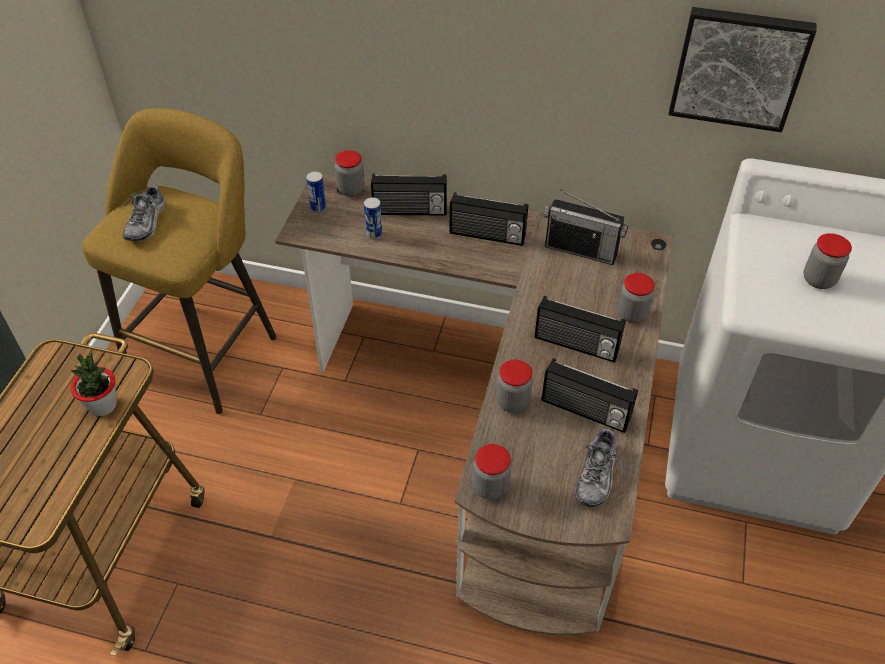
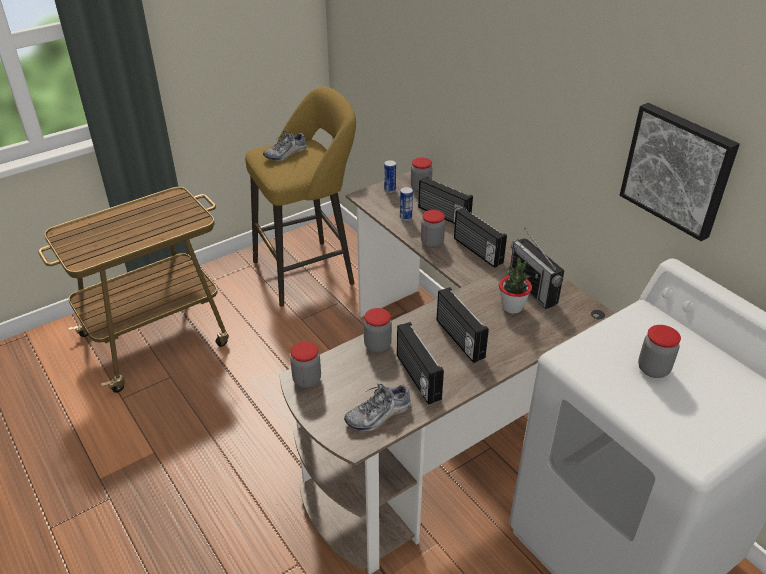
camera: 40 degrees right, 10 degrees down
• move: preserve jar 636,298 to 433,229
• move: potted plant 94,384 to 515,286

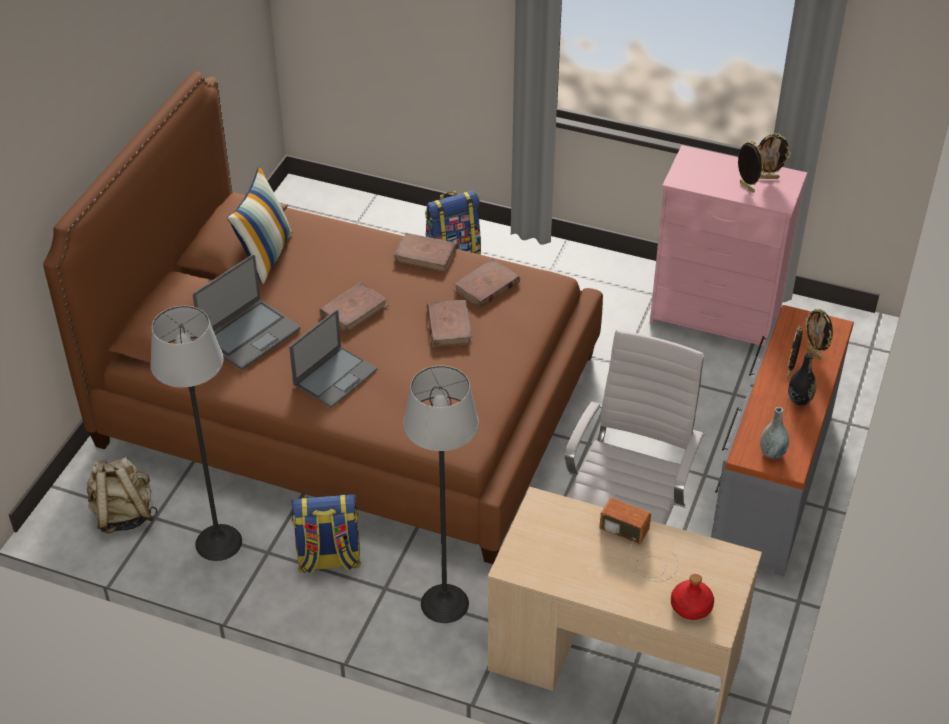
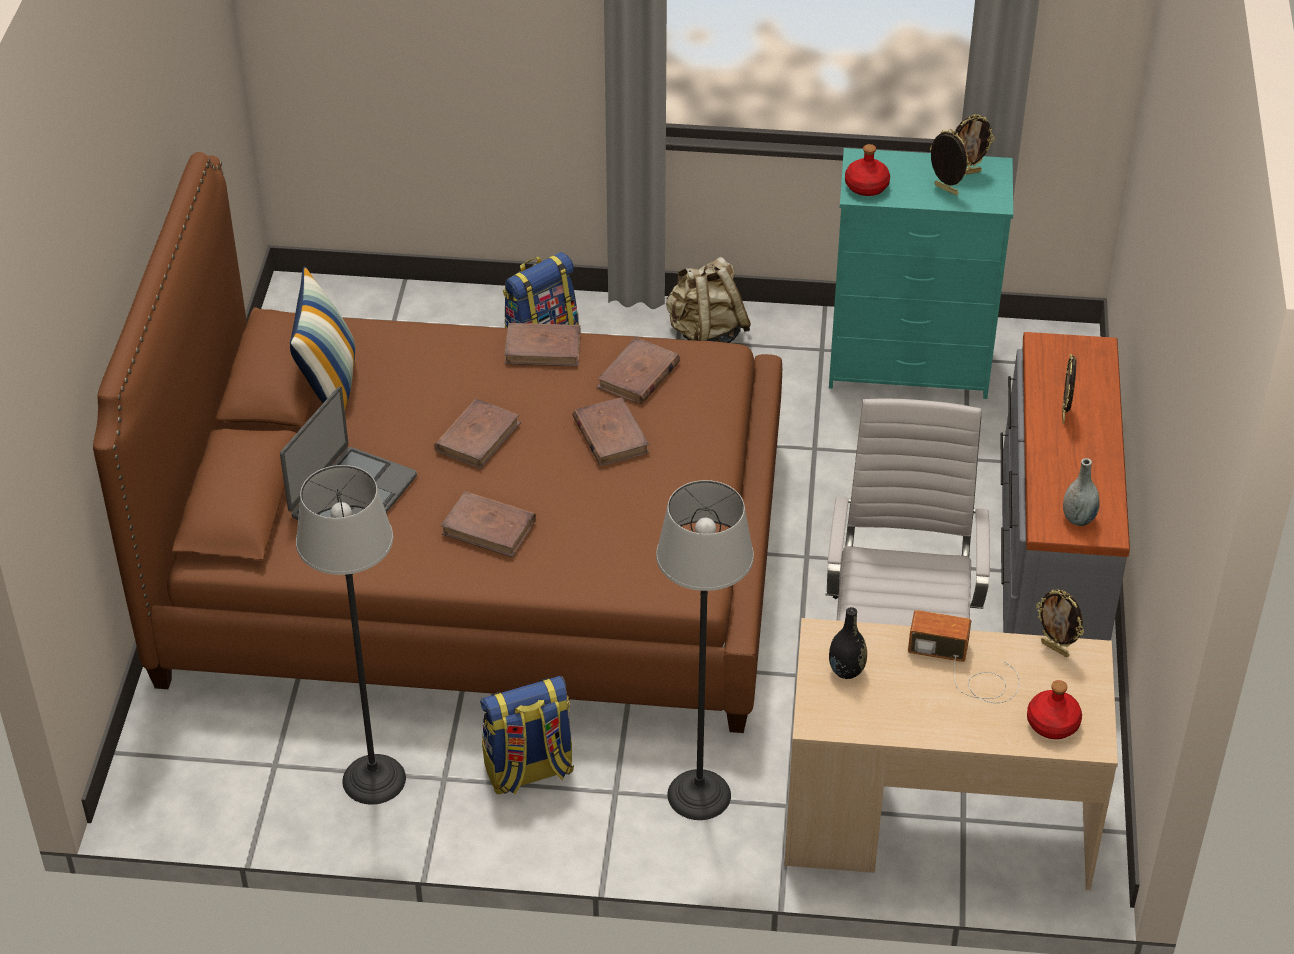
camera: 15 degrees left, 0 degrees up
• recolor: chest of drawers (pink-coloured) 728,245 to chest of drawers (blue-green) 921,273
• replace: notebook computer 333,358 to volume (brown) 488,524
• move: photo frame 819,334 to 1060,623
• move: flower vase (blackish) 802,379 to 848,643
• move: rucksack (beige) 122,495 to 708,300
• insert: drink bottle (reddish) 867,170

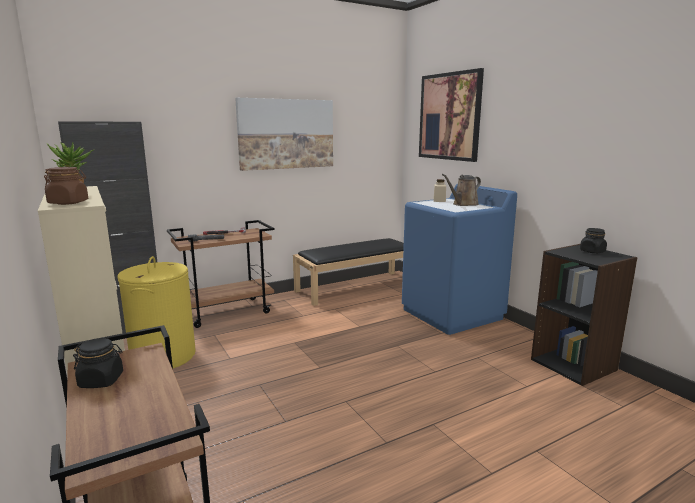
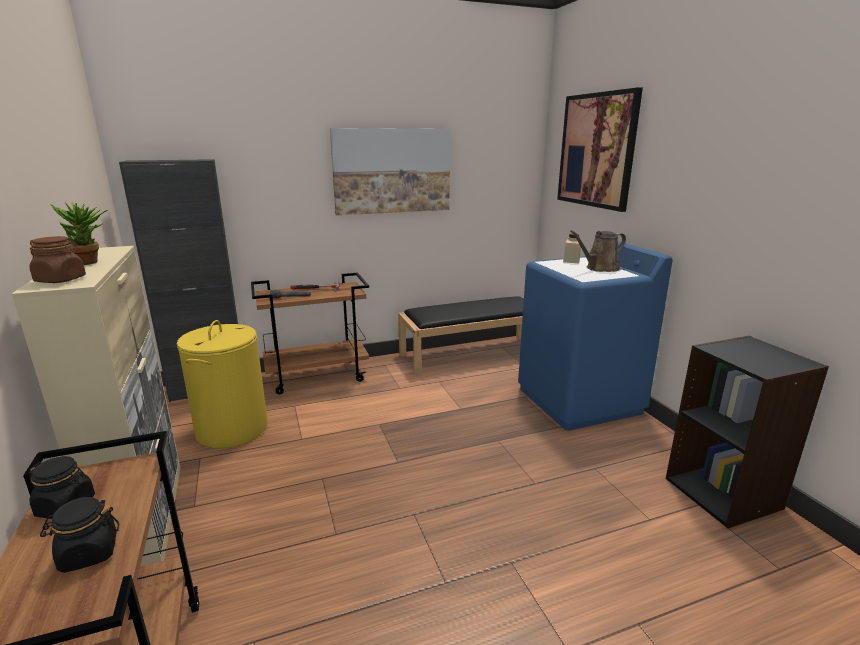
camera: 10 degrees right, 5 degrees up
• move: preserve jar (blackish) 593,240 to 80,535

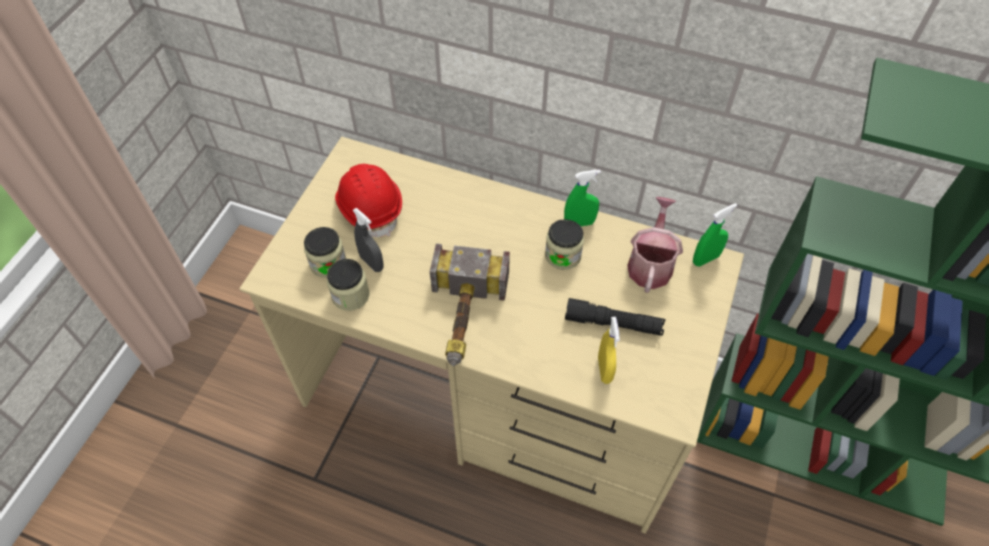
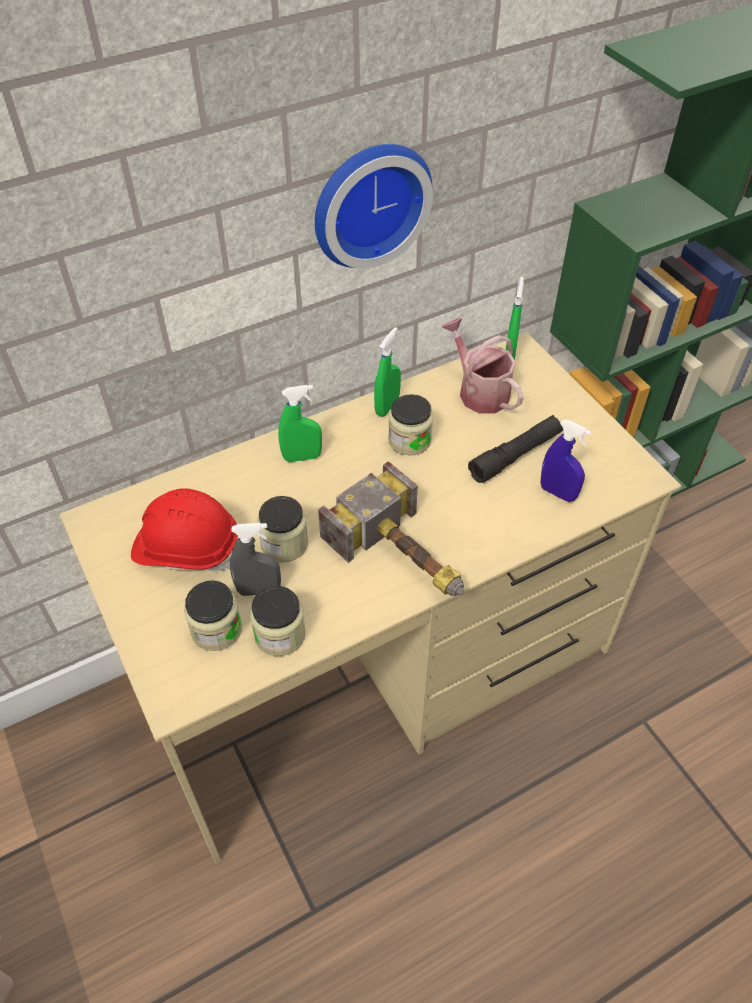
camera: 50 degrees left, 5 degrees down
• recolor: sprayer (yellowish) 609,350 to sprayer (blue) 566,461
• insert: hanging clock 374,206
• insert: sprayer (greenish) 300,423
• insert: preserve jar 282,529

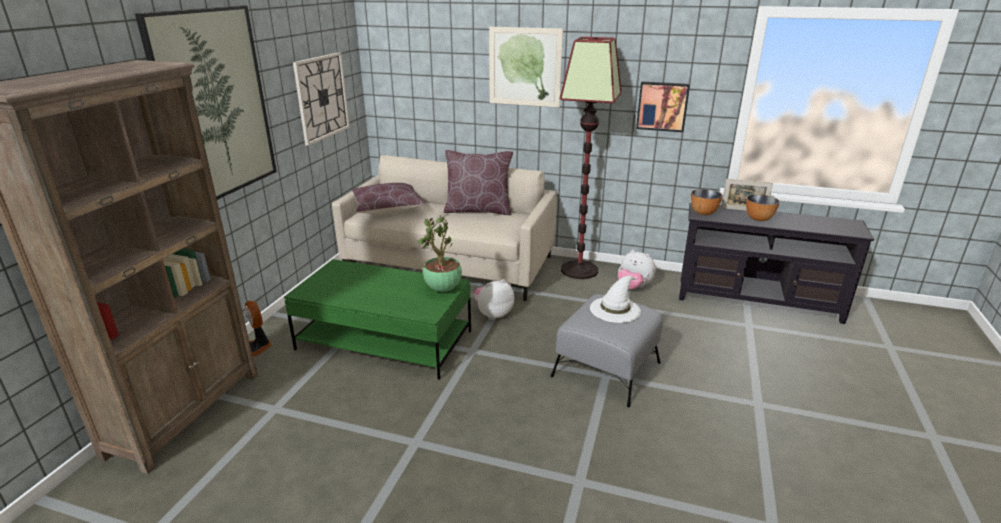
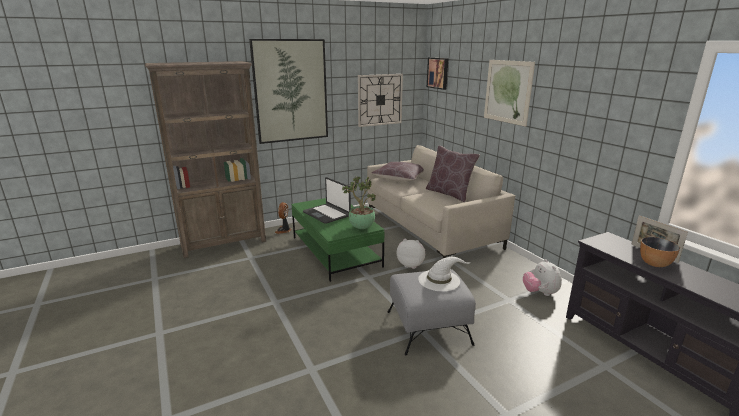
camera: 45 degrees right, 5 degrees down
• delete: standing lamp 591,158
• move: wall art 663,106 to 437,73
• delete: deep dish 706,202
• insert: notebook computer 327,200

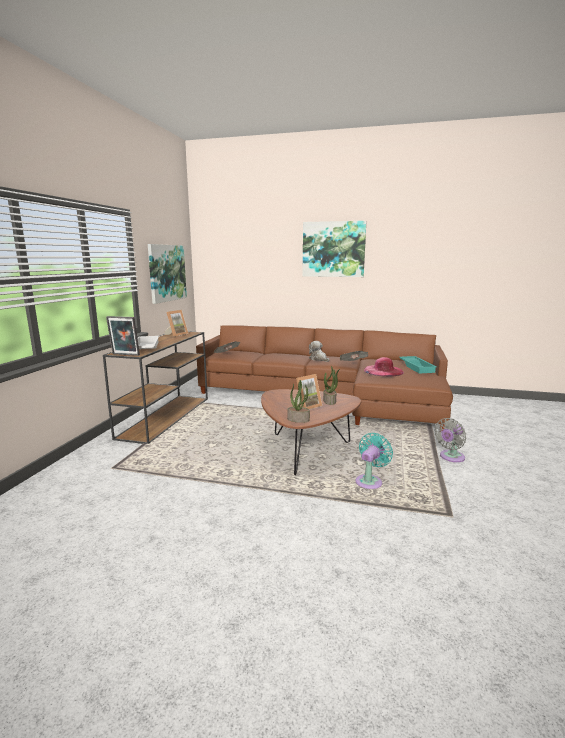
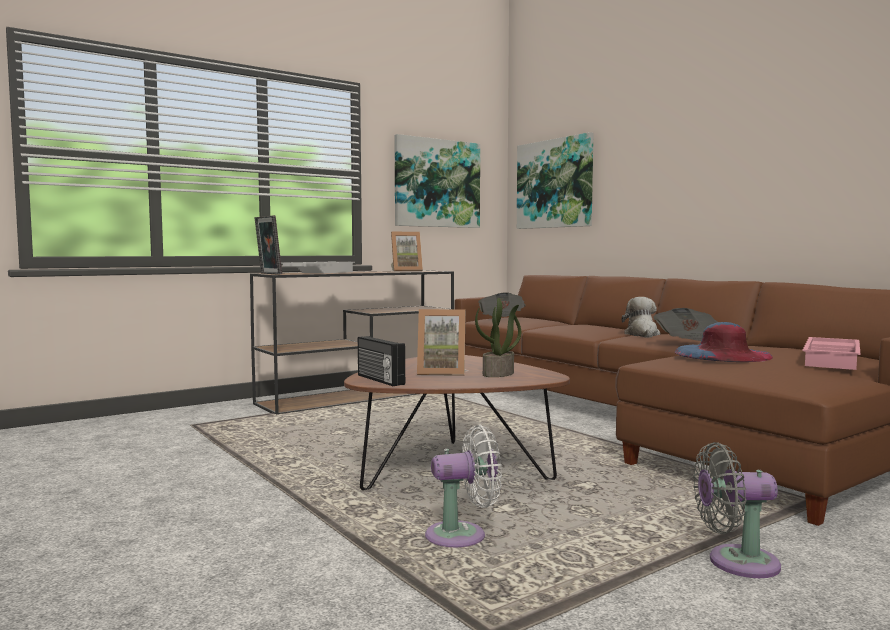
camera: 40 degrees right, 10 degrees down
• move: wall art 334,249 to 555,180
• recolor: carrying tray (blue-green) 418,365 to carrying tray (pink-coloured) 831,353
• recolor: clothing hat (pink-coloured) 384,366 to clothing hat (blue) 724,342
• replace: potted plant 298,401 to radio receiver 381,361
• recolor: electric fan (blue-green) 374,461 to electric fan (white-coloured) 463,486

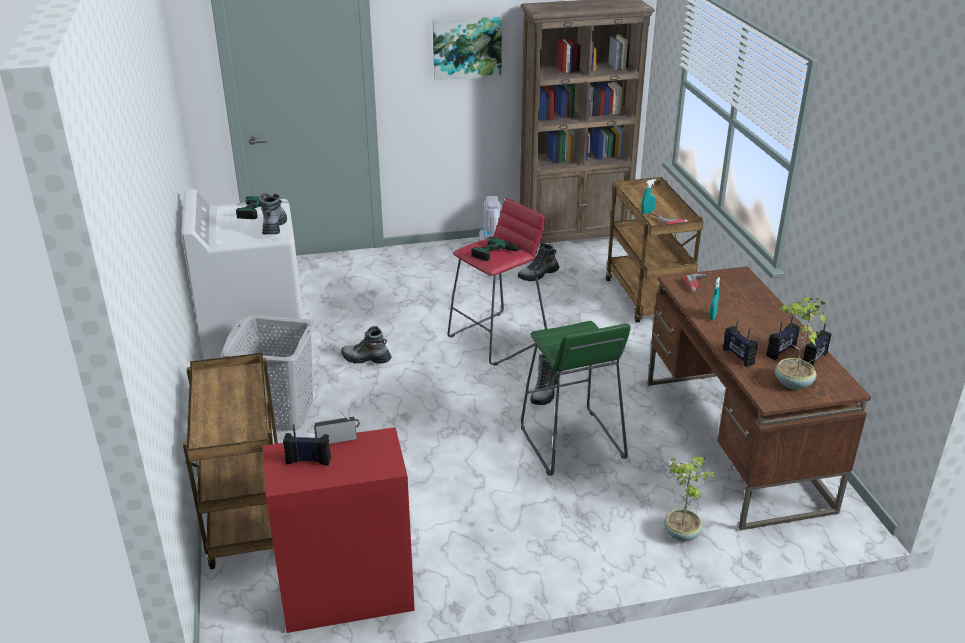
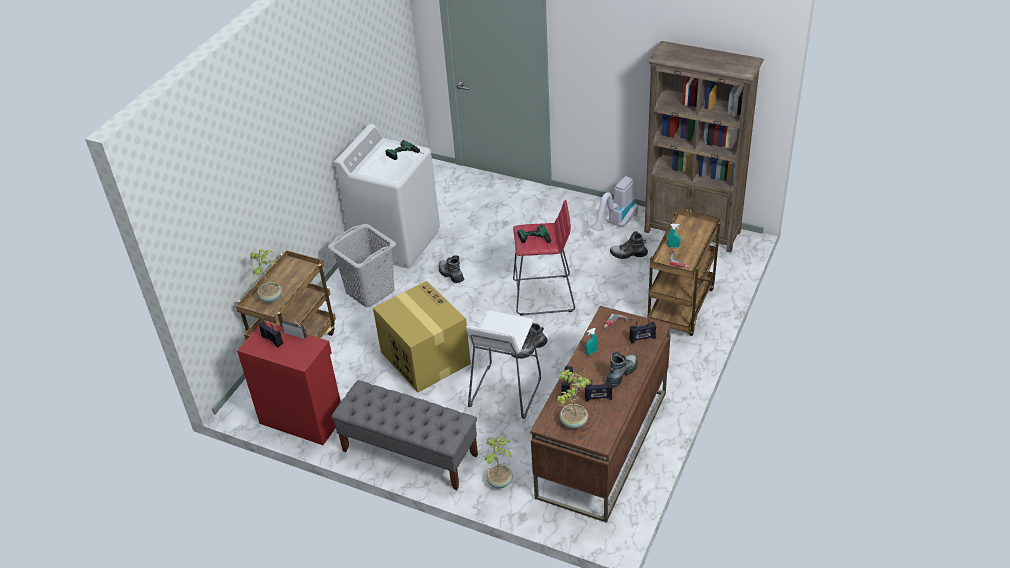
camera: 40 degrees right, 10 degrees up
• delete: wall art 467,48
• move: boot 273,213 to 622,369
• recolor: stool seat (greenish) 576,398 to stool seat (white-coloured) 503,364
• move: radio receiver 817,345 to 642,330
• insert: potted plant 266,276
• insert: packing box 422,337
• insert: long seat (gray) 404,435

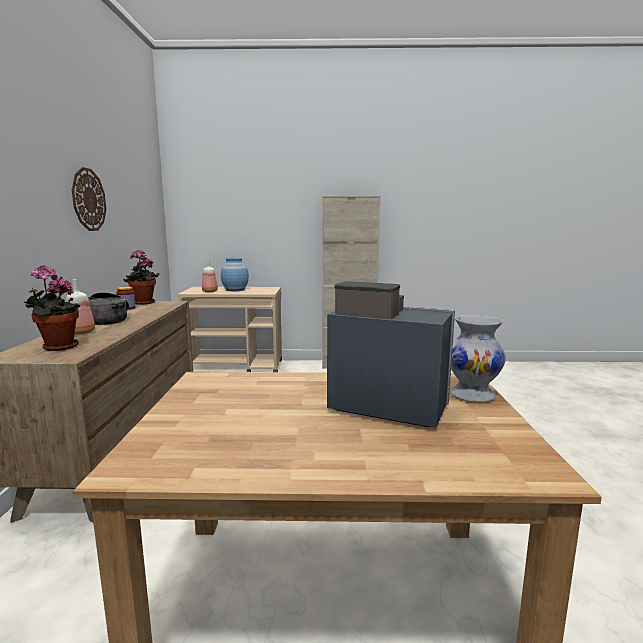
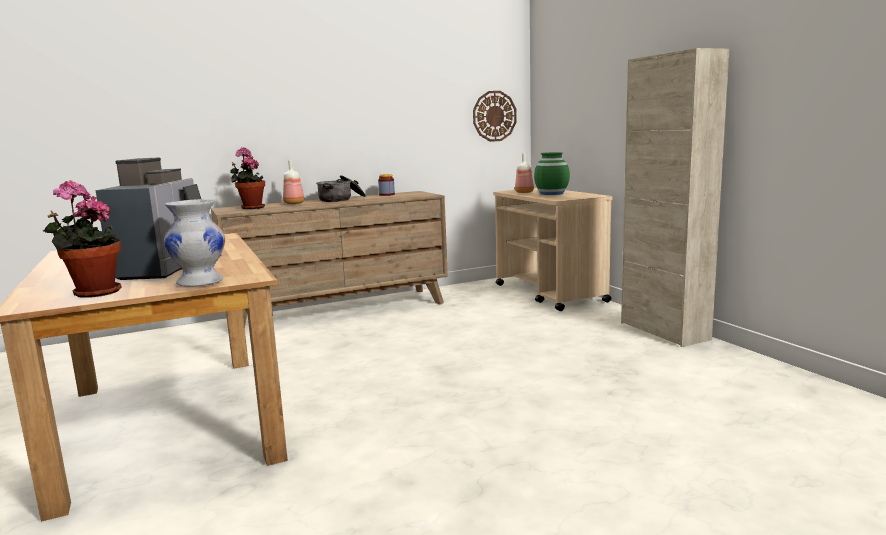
camera: 65 degrees right, 0 degrees up
• move: hanging clock 89,199 to 495,116
• move: potted plant 141,277 to 82,239
• recolor: flower vase (blue) 235,274 to flower vase (greenish) 552,173

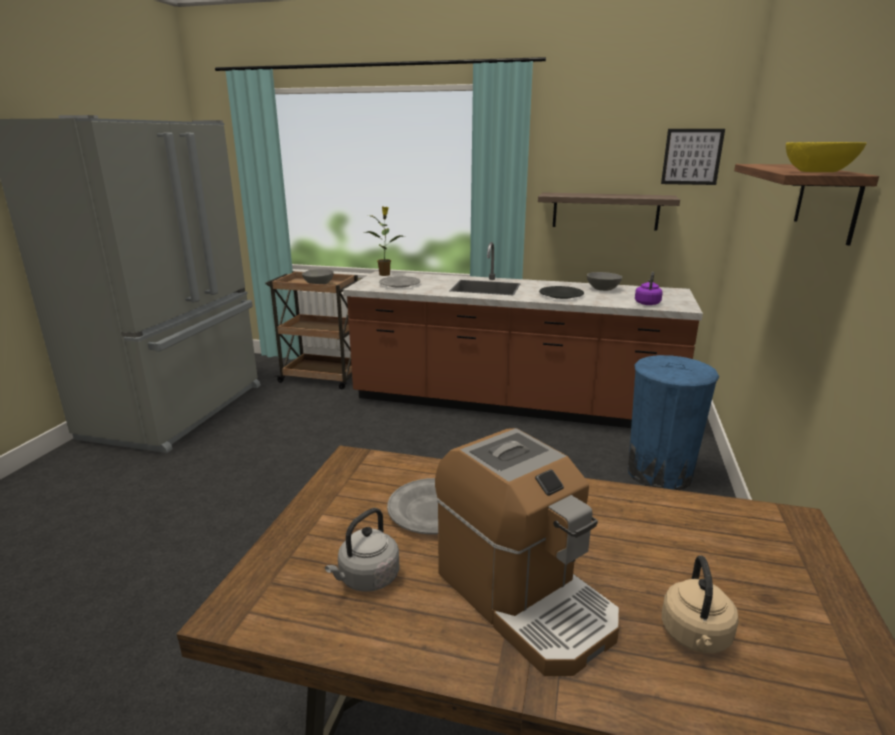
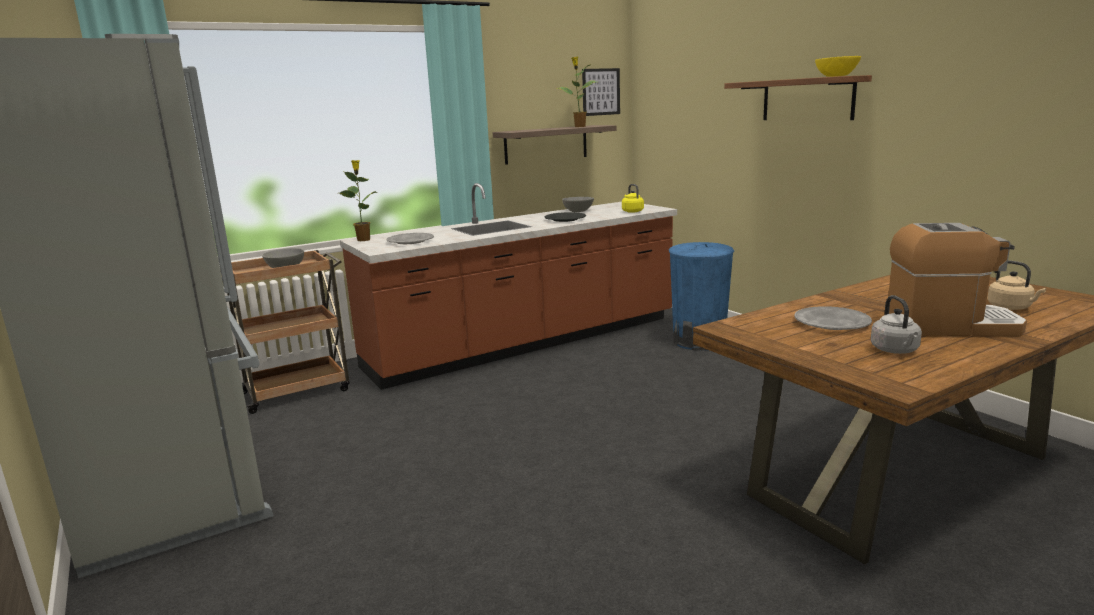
camera: 45 degrees left, 5 degrees down
• recolor: water kettle (purple-coloured) 649,288 to water kettle (yellowish) 633,198
• insert: potted plant 576,92

